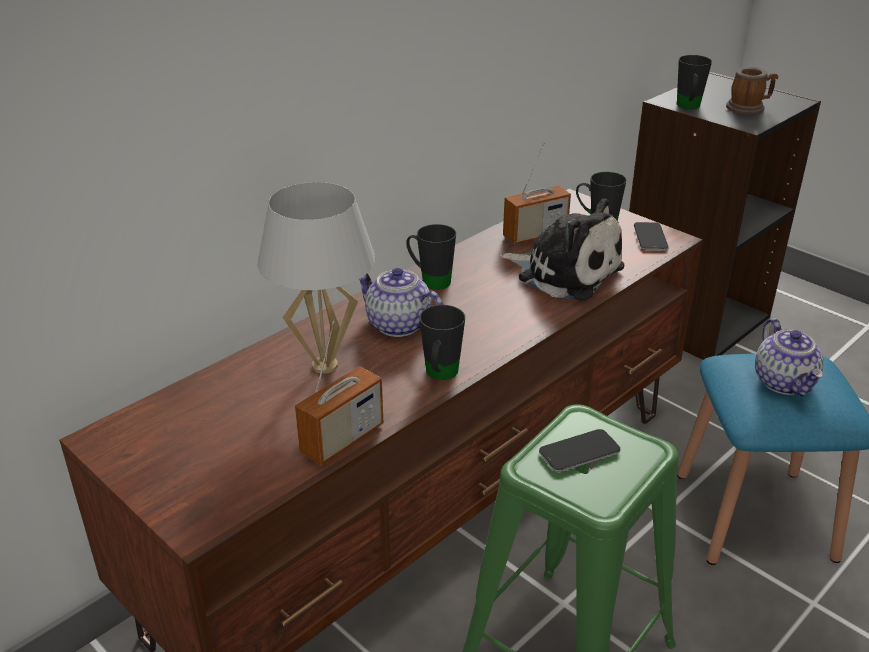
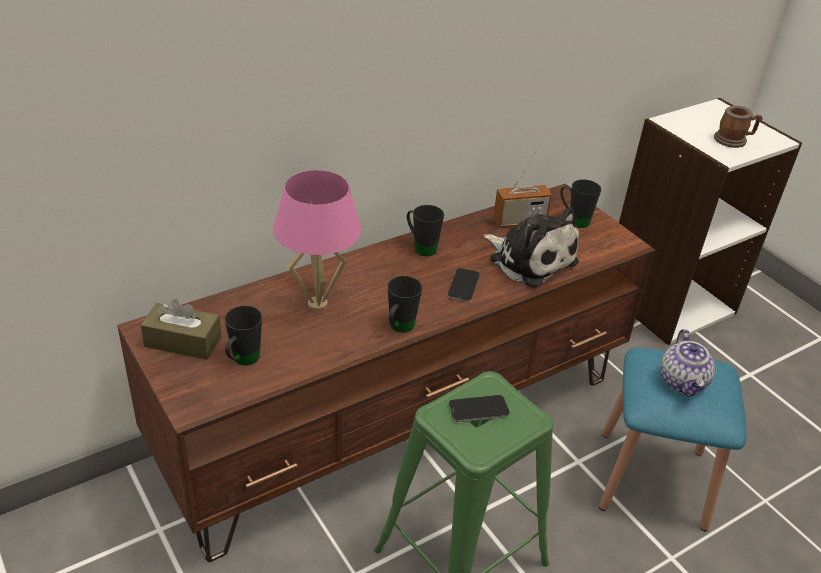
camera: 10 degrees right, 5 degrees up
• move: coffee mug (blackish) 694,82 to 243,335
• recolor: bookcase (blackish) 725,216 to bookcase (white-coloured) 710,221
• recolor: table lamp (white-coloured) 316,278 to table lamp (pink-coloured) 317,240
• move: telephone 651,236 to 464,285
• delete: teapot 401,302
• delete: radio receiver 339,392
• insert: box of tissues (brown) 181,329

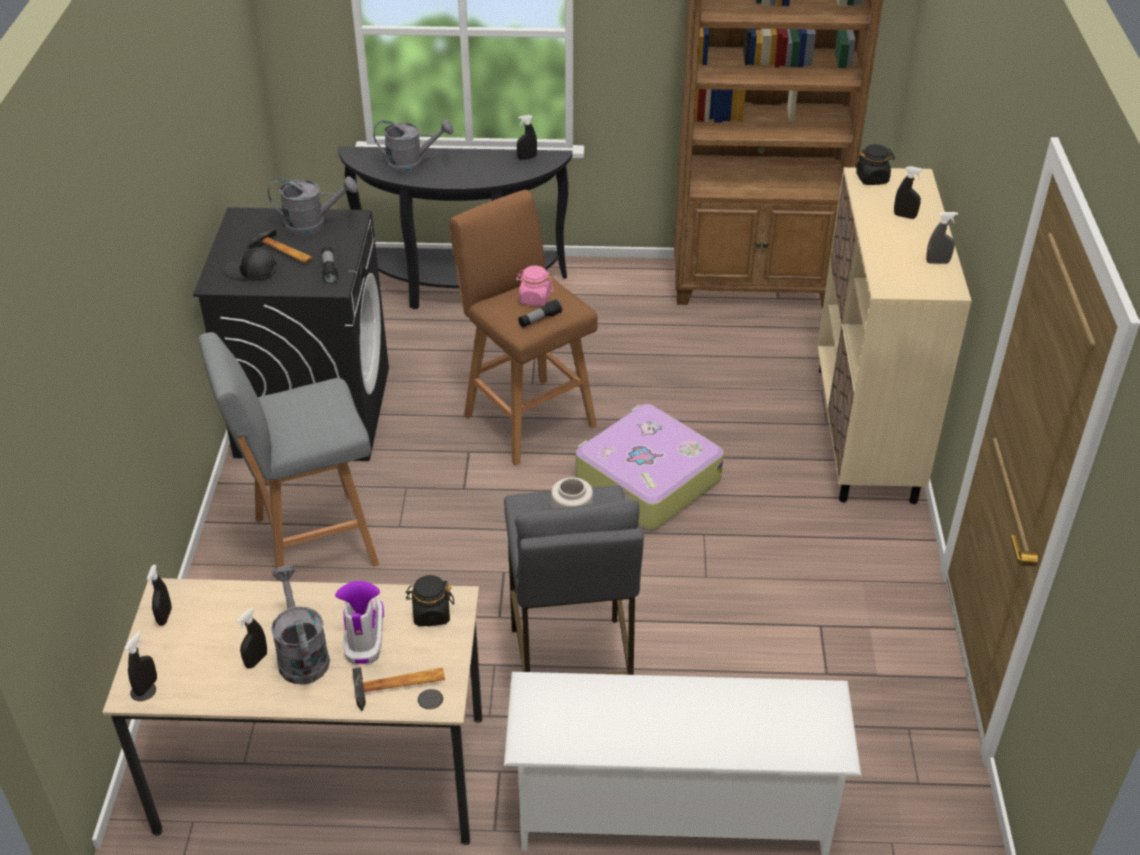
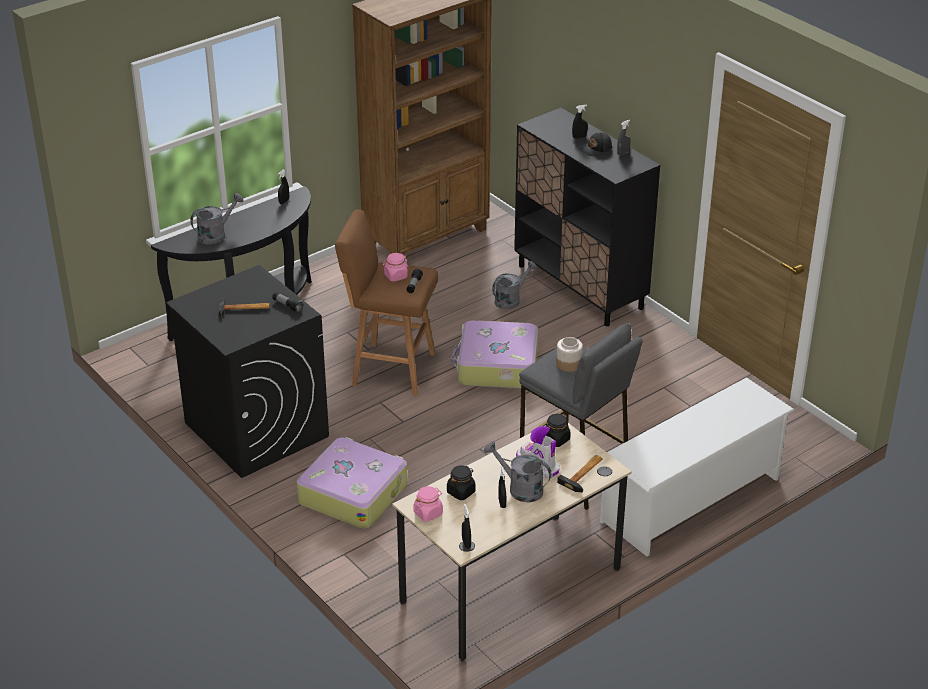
camera: 40 degrees left, 5 degrees down
• move: preserve jar (blackish) 875,164 to 461,482
• recolor: cabinet (beige) 894,335 to cabinet (blackish) 587,217
• move: sprinkling can (gray) 313,206 to 514,285
• move: baseball cap (blackish) 250,264 to 596,144
• replace: stool seat (gray) 289,456 to travel case 352,483
• replace: sprayer (blackish) 159,595 to preserve jar (pink-coloured) 428,504

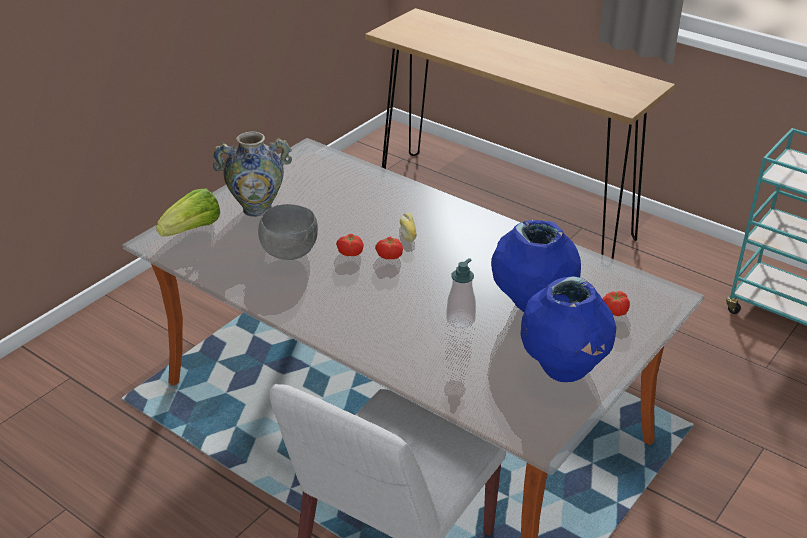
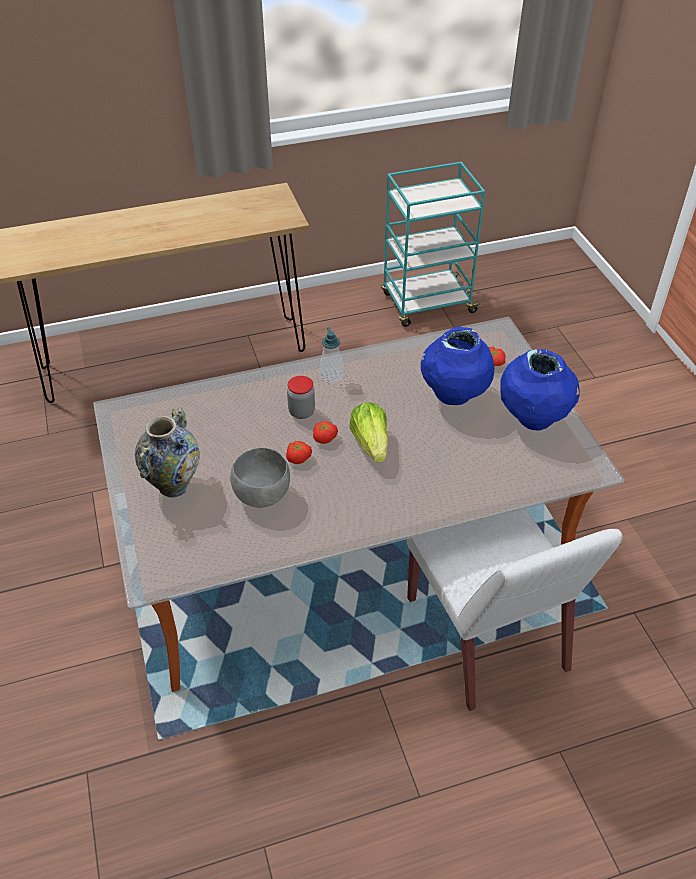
camera: 55 degrees left, 10 degrees up
• move: head of lettuce 188,213 to 369,432
• replace: bread 408,227 to preserve jar 301,397
• move: liquid soap bottle 461,293 to 331,355

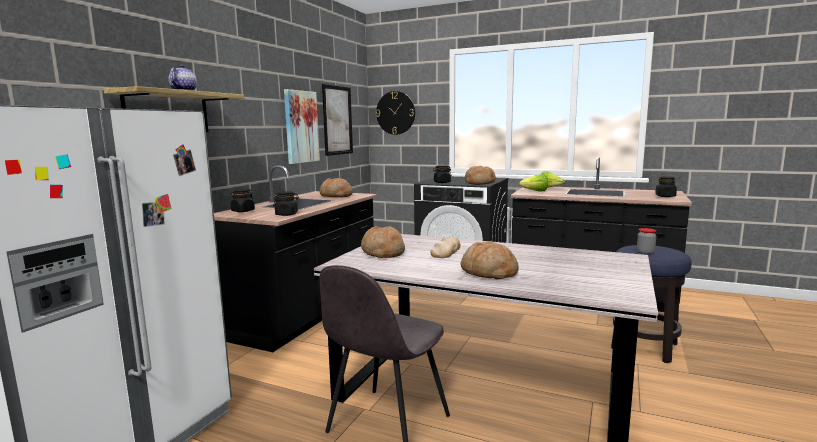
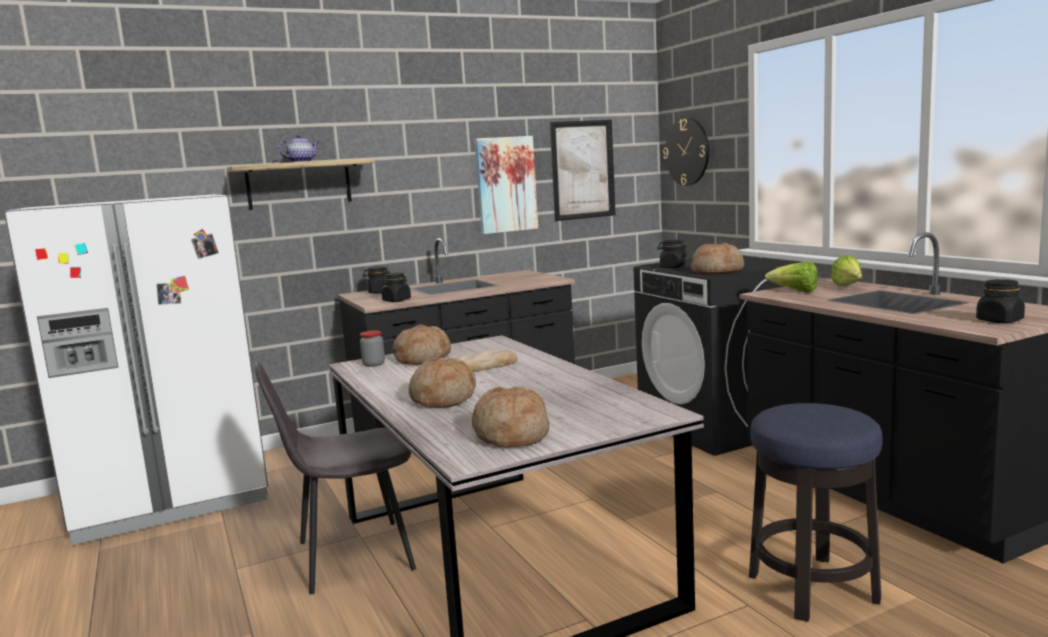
camera: 40 degrees right, 0 degrees up
• move: bread 336,187 to 510,416
• move: preserve jar 646,241 to 372,349

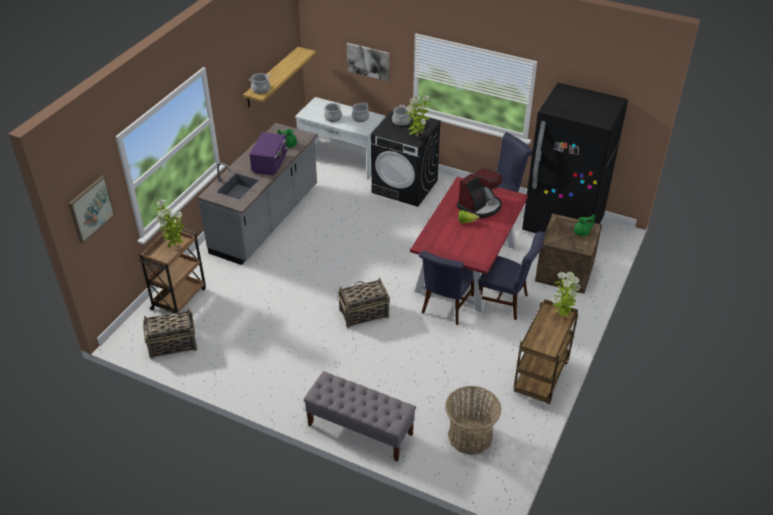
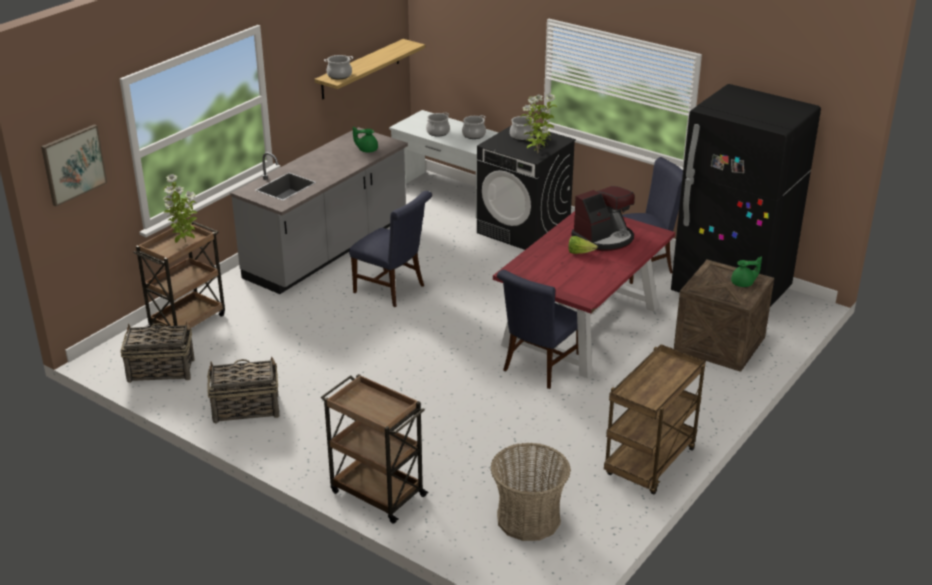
camera: 10 degrees right, 10 degrees down
• delete: wall art 368,62
• delete: microwave oven (purple-coloured) 268,153
• move: upright chair (blue) 511,276 to 390,249
• delete: potted plant 566,294
• move: basket 364,302 to 243,390
• replace: long seat (gray) 360,416 to cart (brown) 375,449

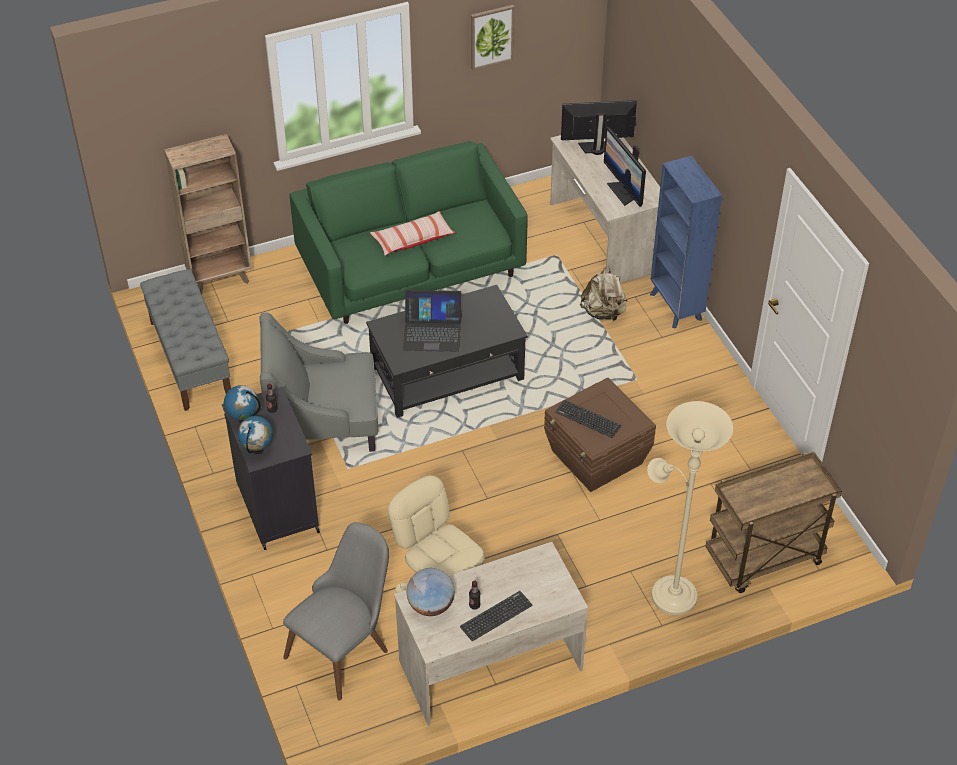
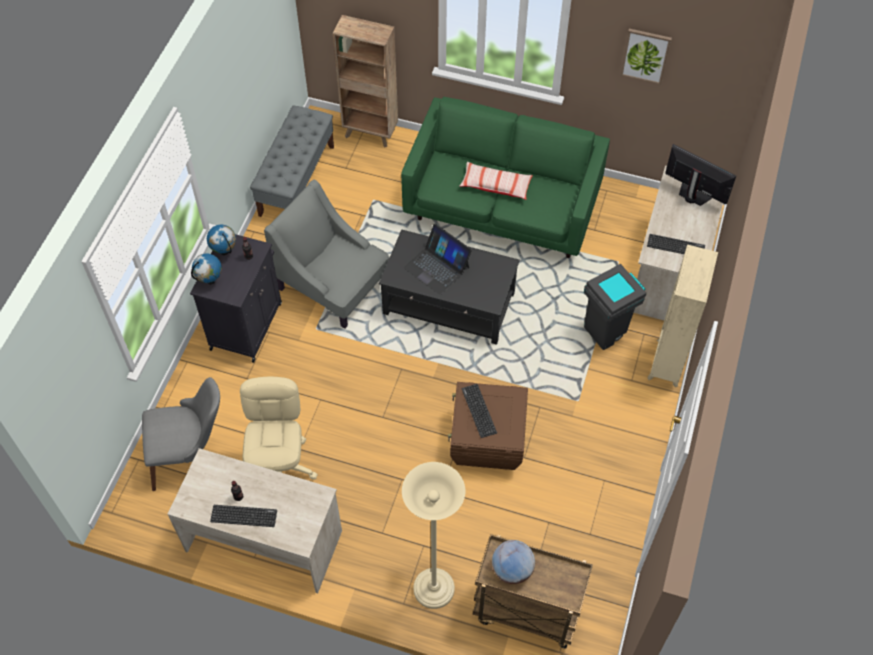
camera: 40 degrees right, 10 degrees up
• replace: computer screen 625,167 to PC keyboard 676,244
• recolor: bookcase (blue) 686,242 to bookcase (beige) 682,316
• replace: rucksack (beige) 604,294 to rubbish bin (gray) 615,307
• move: world globe 431,592 to 513,562

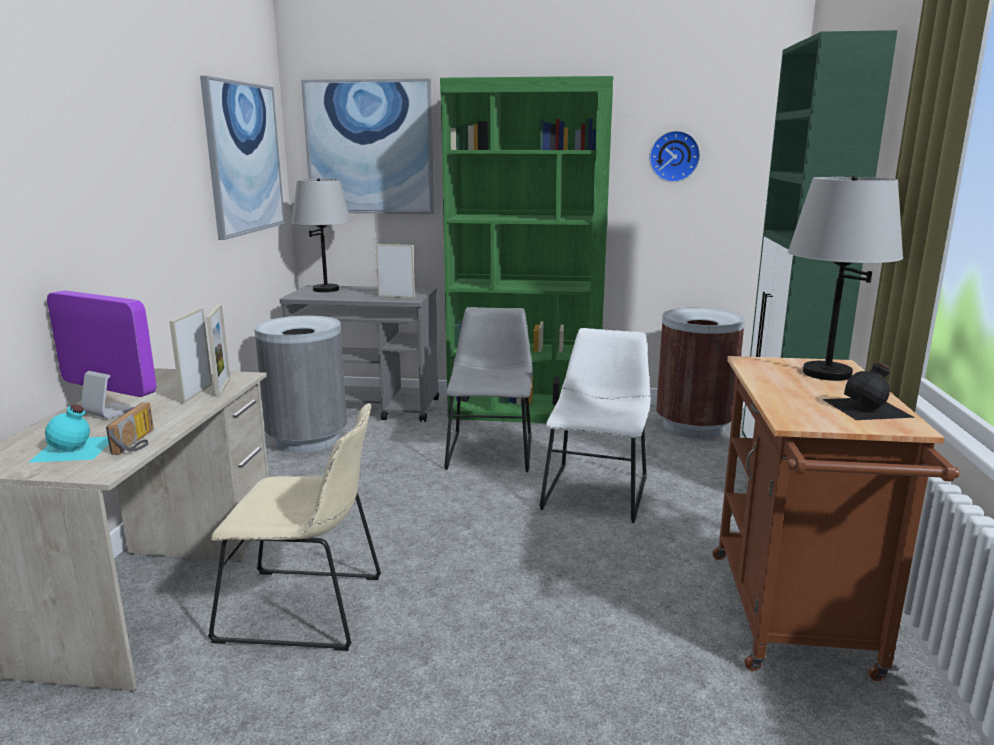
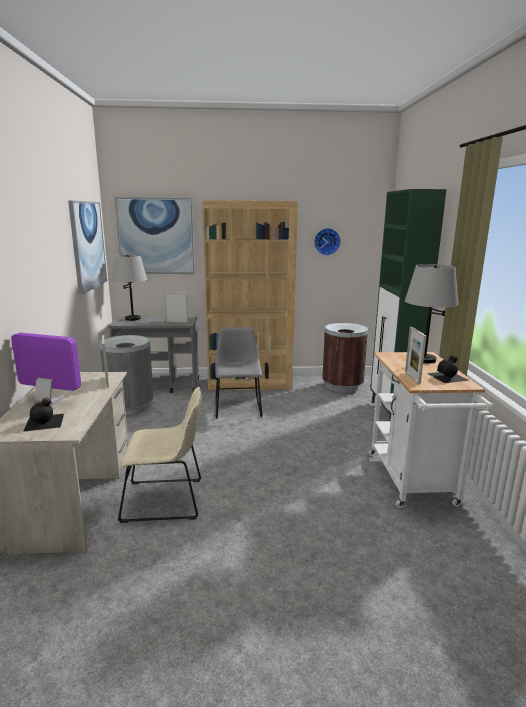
camera: 10 degrees left, 0 degrees up
• recolor: bookcase (greenish) 527,249 to bookcase (brown) 250,295
• move: photo frame 190,356 to 415,355
• delete: upright chair (white-coloured) 595,425
• recolor: cart (brown) 836,518 to cart (white-coloured) 430,430
• delete: radio receiver 130,428
• recolor: drink bottle (blue-green) 68,433 to drink bottle (blackish) 43,415

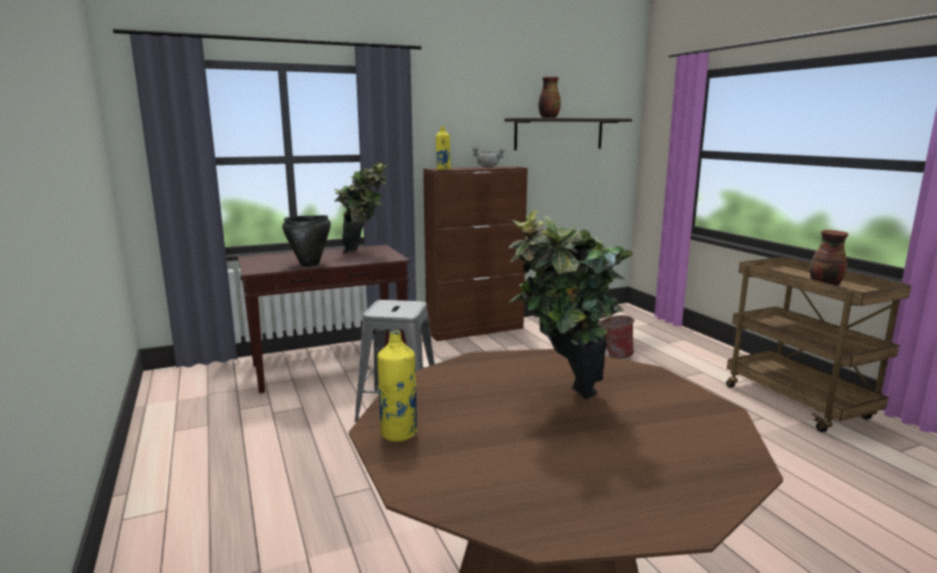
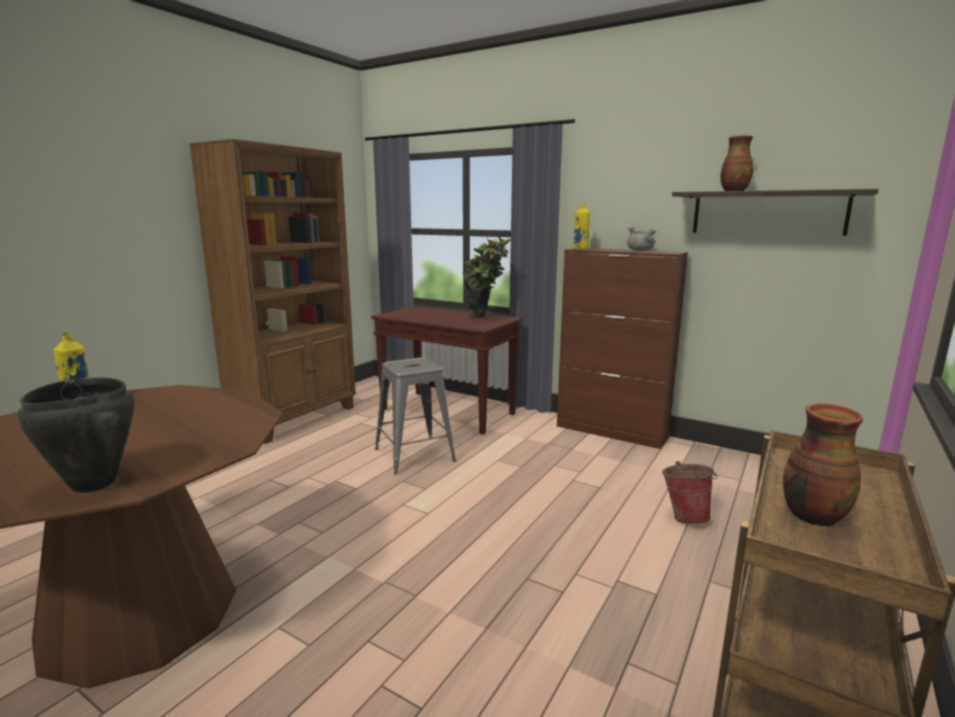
camera: 55 degrees right, 0 degrees up
• delete: potted plant 571,304
• move: saucepot (blackish) 306,241 to 76,435
• insert: bookcase (brown) 272,291

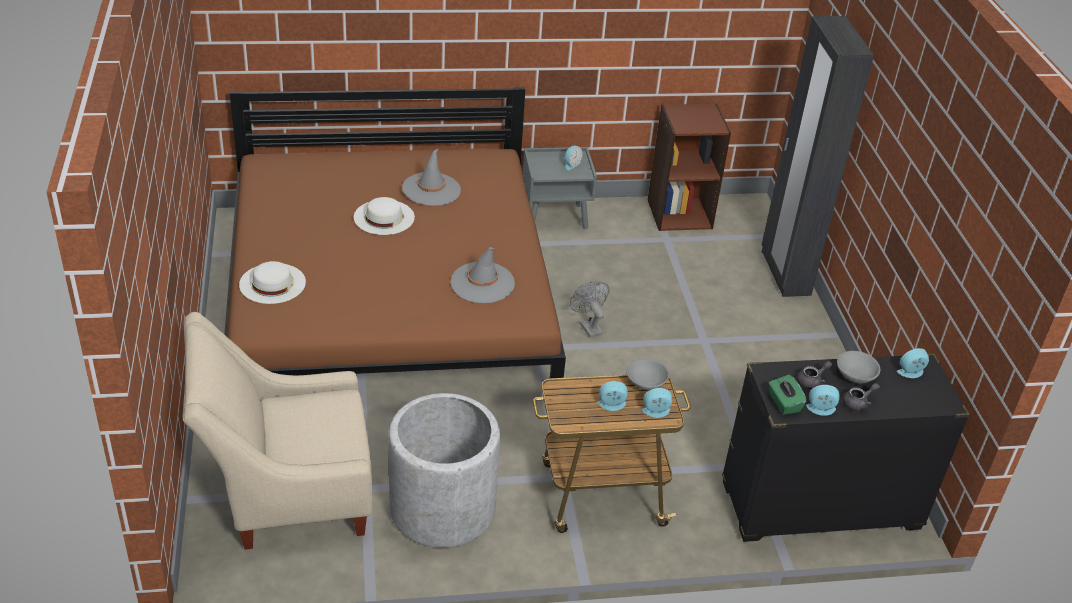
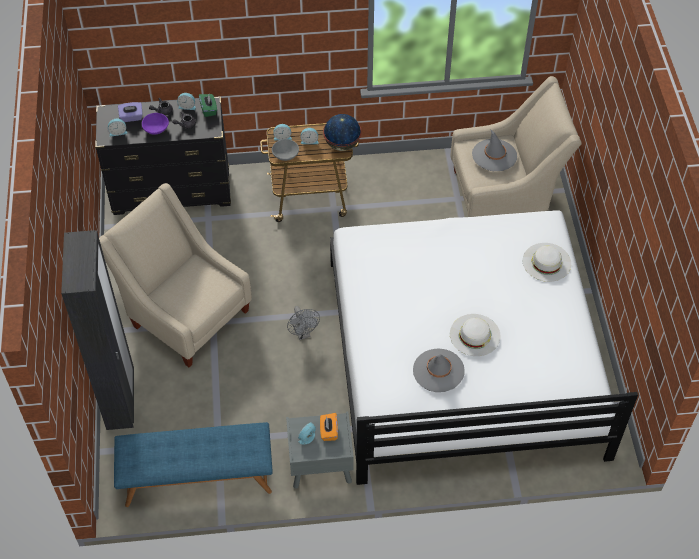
camera: 175 degrees left, 15 degrees up
• recolor: bedroom bed (brown) 395,232 to bedroom bed (white-coloured) 484,347
• replace: bookcase (brown) 689,167 to long seat (blue) 193,464
• move: clothing hat (gray) 483,275 to 494,150
• recolor: deep dish (gray) 858,367 to deep dish (purple-coloured) 155,124
• delete: flower pot (gray) 444,470
• insert: box of tissues (purple-coloured) 130,112
• insert: world globe 342,132
• insert: armchair (beige) 175,275
• insert: box of tissues (orange-coloured) 329,427

